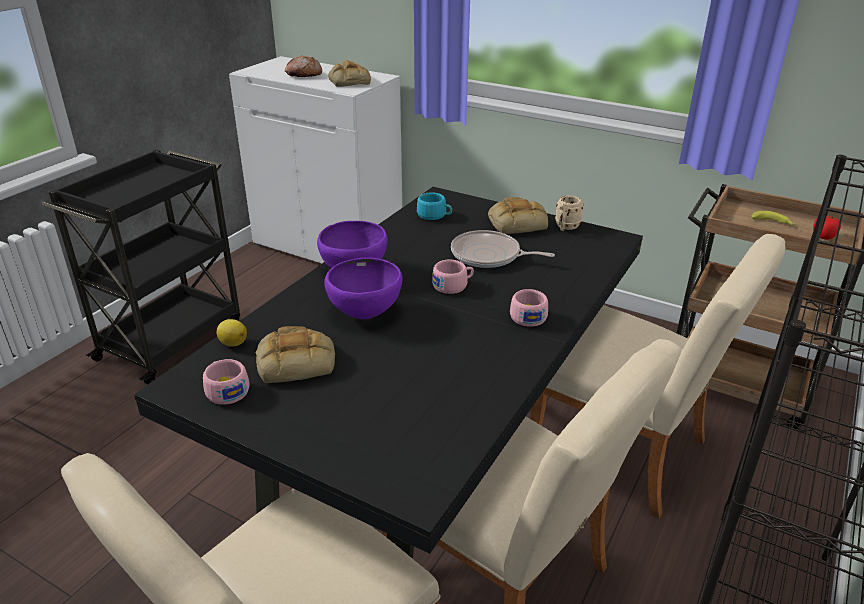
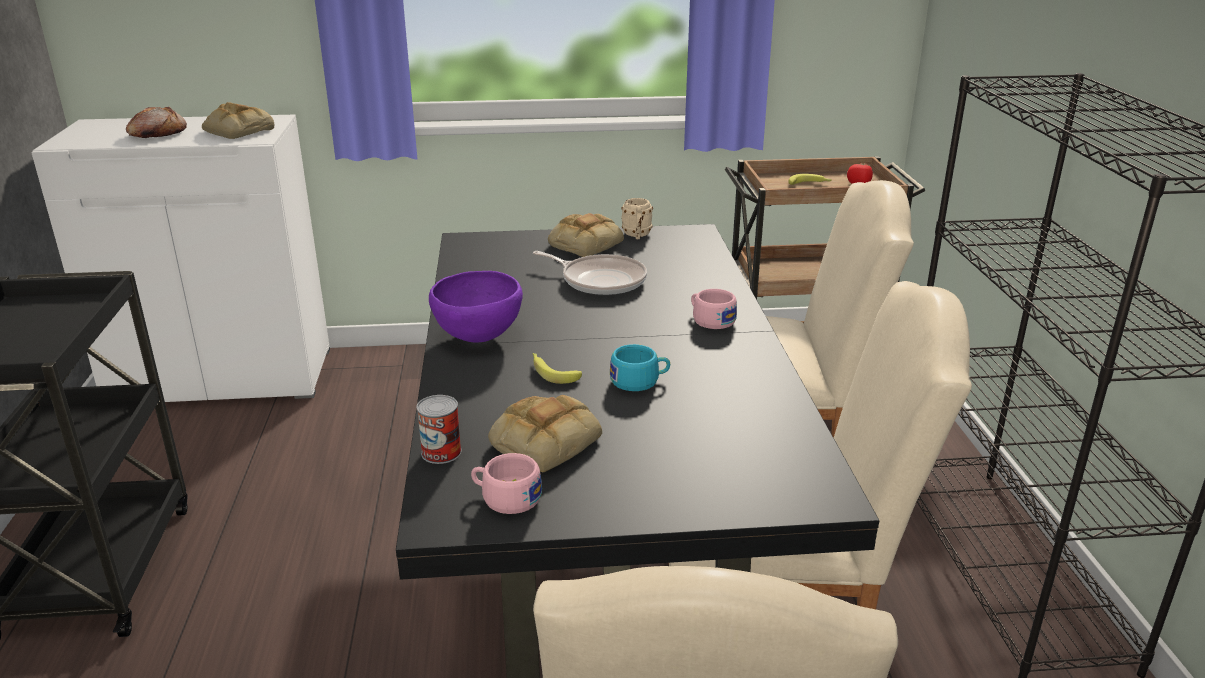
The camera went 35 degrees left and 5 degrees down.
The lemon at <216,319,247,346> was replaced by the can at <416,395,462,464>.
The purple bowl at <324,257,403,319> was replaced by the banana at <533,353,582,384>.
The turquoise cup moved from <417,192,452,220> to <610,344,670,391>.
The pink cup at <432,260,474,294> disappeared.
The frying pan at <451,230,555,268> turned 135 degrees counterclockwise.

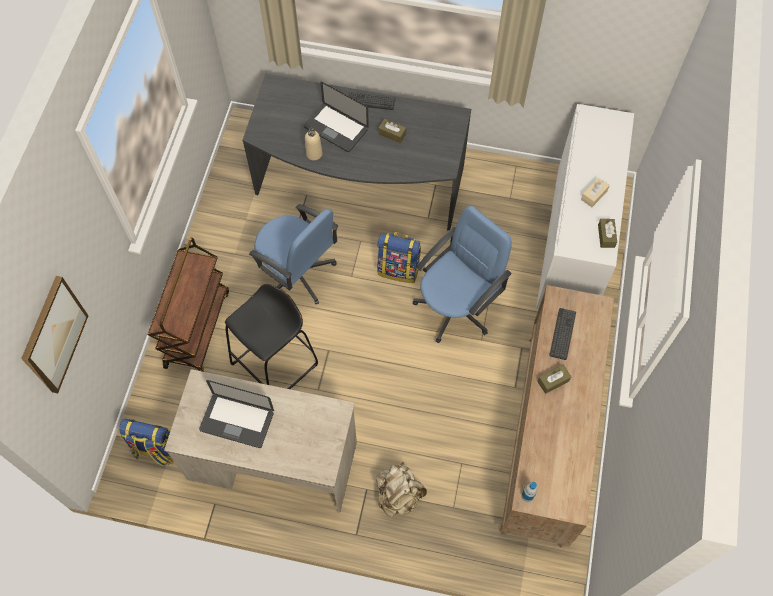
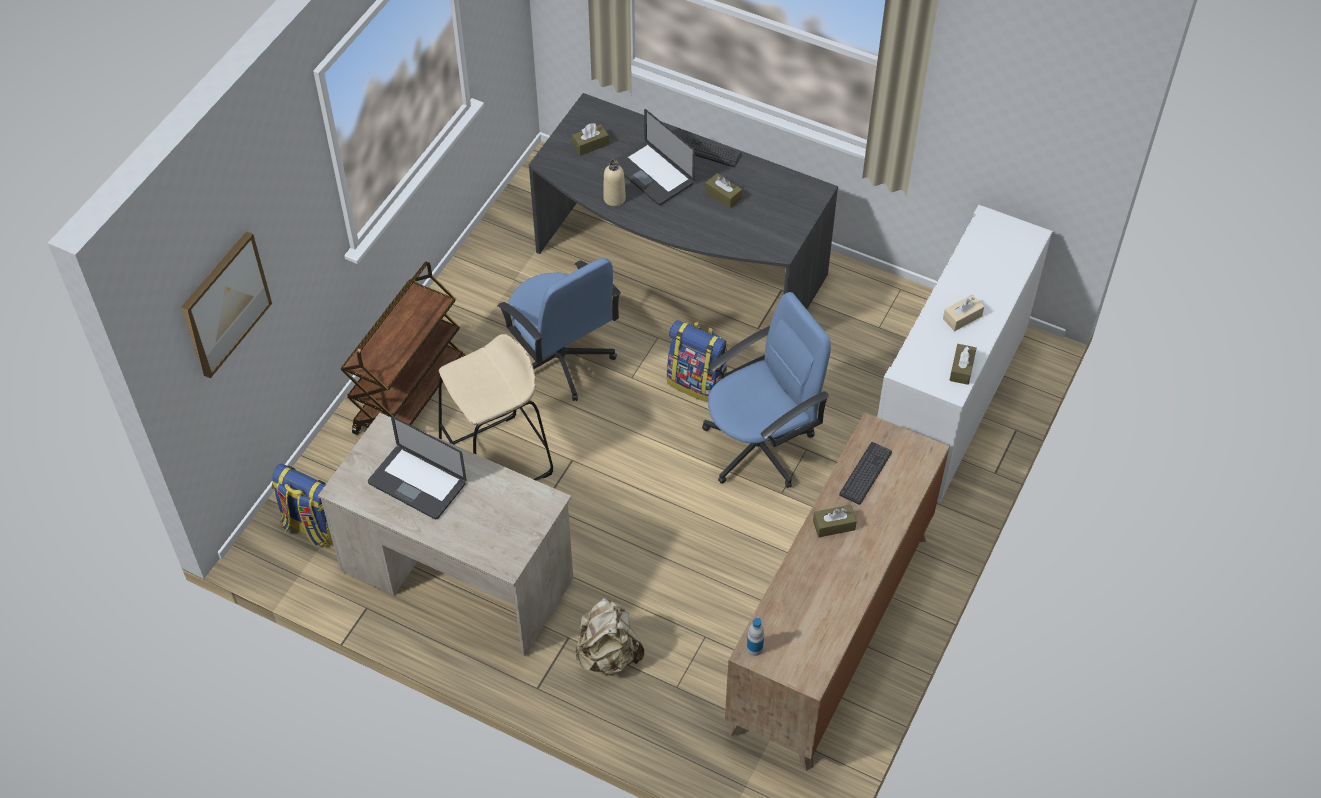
The camera went 15 degrees right and 10 degrees down.
The black stool at <225,284,318,389> became the beige stool at <439,334,553,481>.
The brown tissue box at <572,123,609,156> appeared.

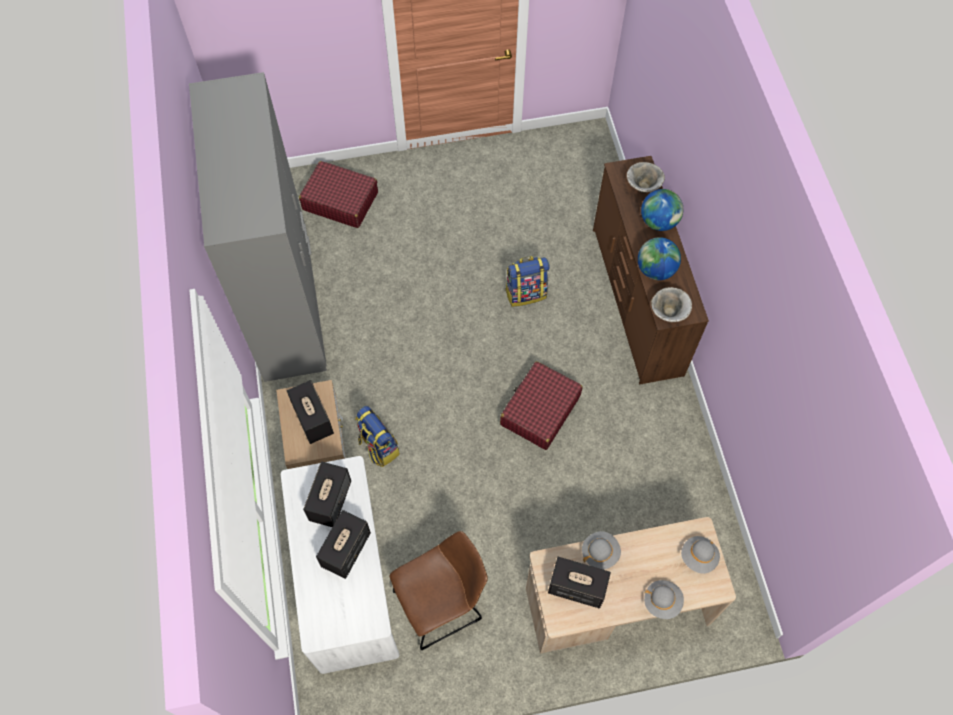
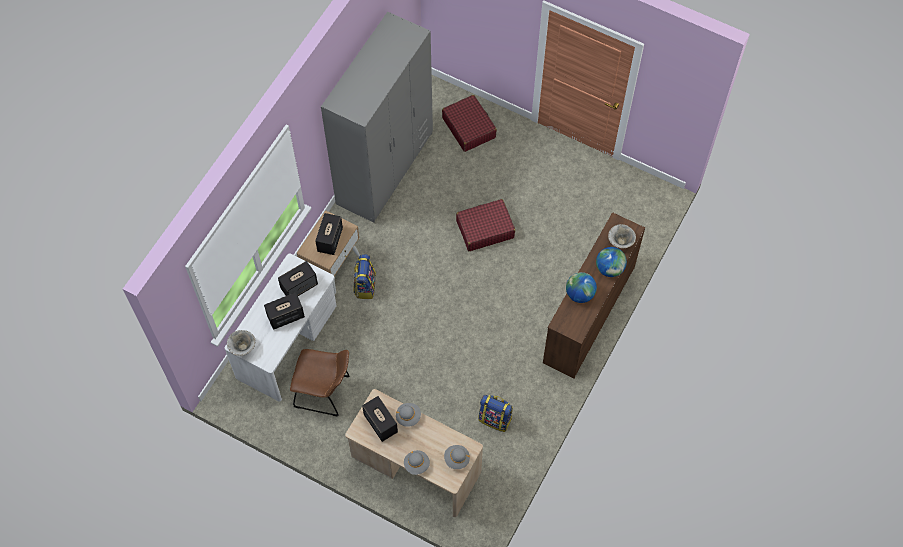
The camera went 40 degrees right and 0 degrees up.
The red suitcase moved from <500,361,583,450> to <456,199,515,251>.
The backpack moved from <505,256,550,307> to <479,395,513,432>.
The bowl moved from <651,287,692,322> to <227,330,255,356>.

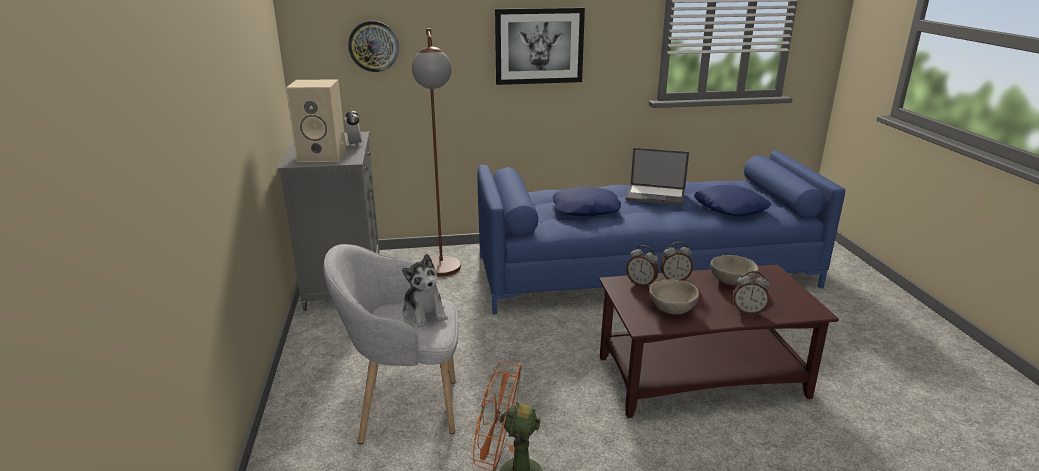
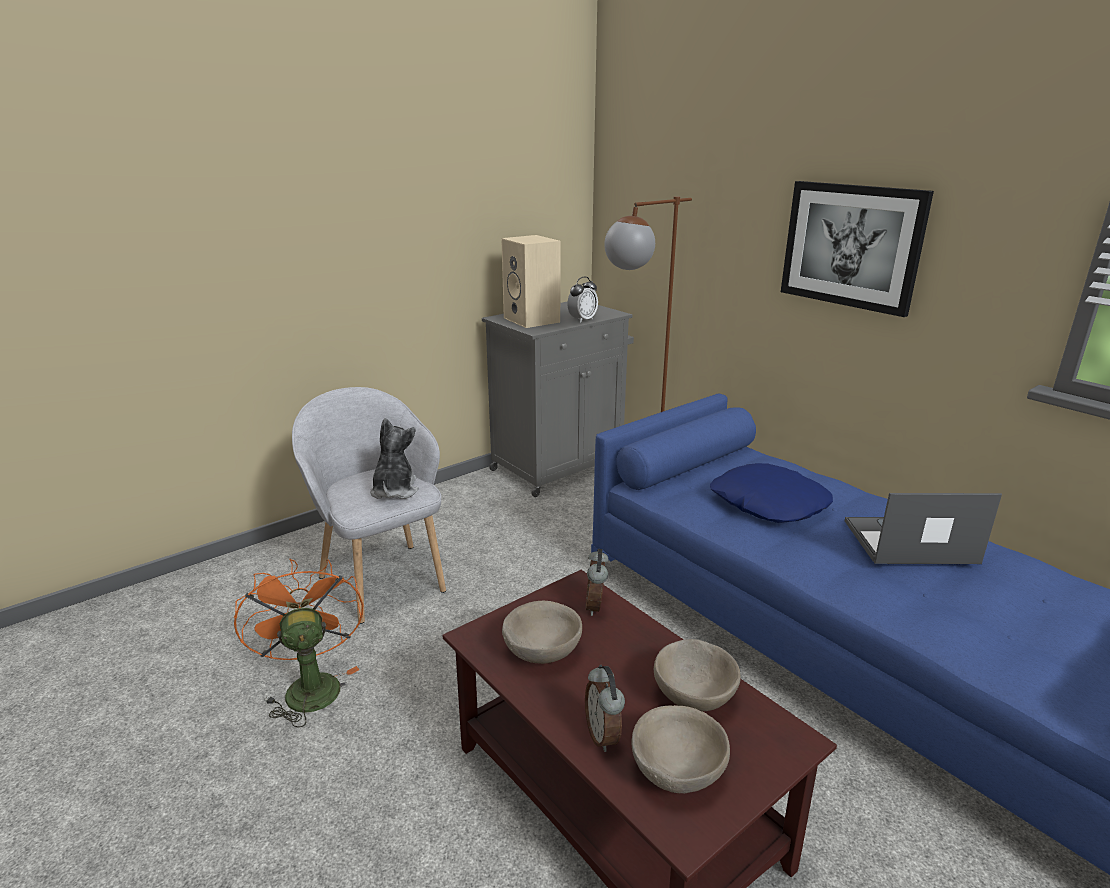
The camera went 60 degrees right and 0 degrees up.
The wall clock at <348,21,399,72> disappeared.
The plush toy at <402,254,448,328> turned 150 degrees clockwise.
The laptop at <626,148,689,206> turned 105 degrees clockwise.
The alarm clock at <660,242,693,281> disappeared.
The blue pillow at <694,185,771,216> disappeared.
The beige bowl at <632,705,730,794> appeared.

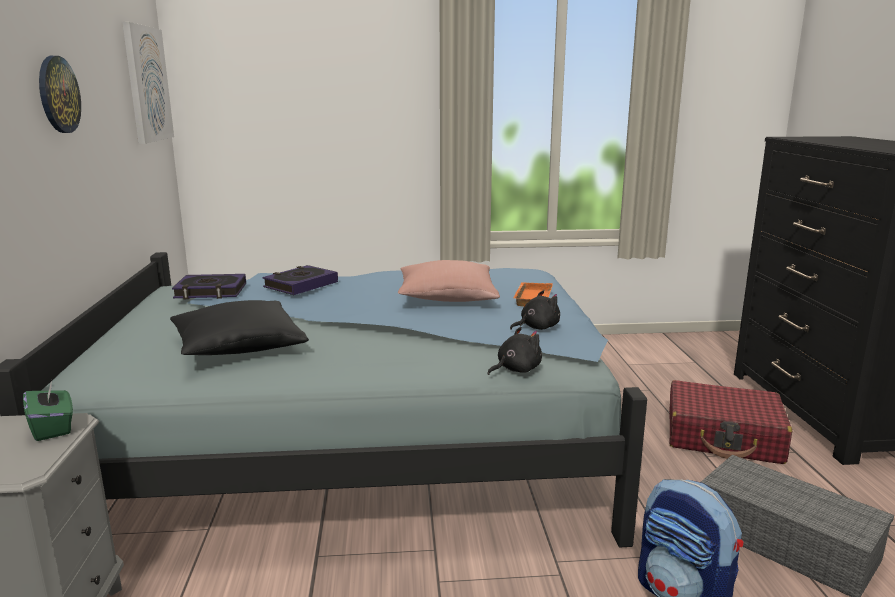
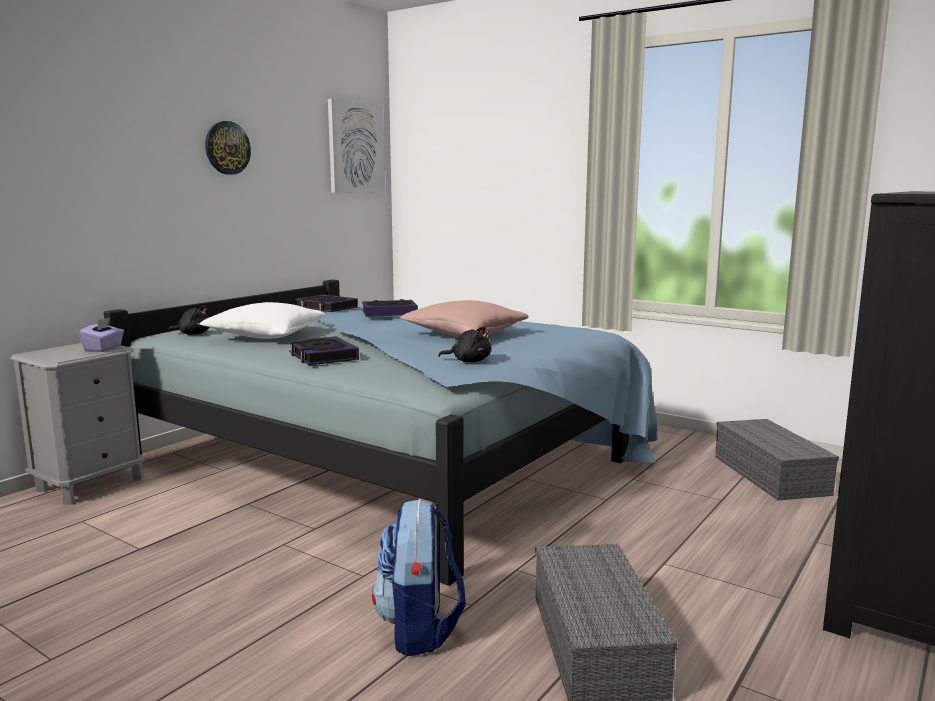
The camera went 40 degrees right and 5 degrees down.
The green tissue box at <23,381,73,441> became the purple tissue box at <78,317,124,352>.
The black pillow at <170,300,309,355> became the white pillow at <200,302,325,339>.
The black plush toy moved from <488,327,542,375> to <168,305,210,335>.
The orange tray at <514,282,553,307> disappeared.
The red suitcase at <669,380,792,464> disappeared.
The book at <289,336,359,365> appeared.
The grey storage box at <715,419,839,500> appeared.

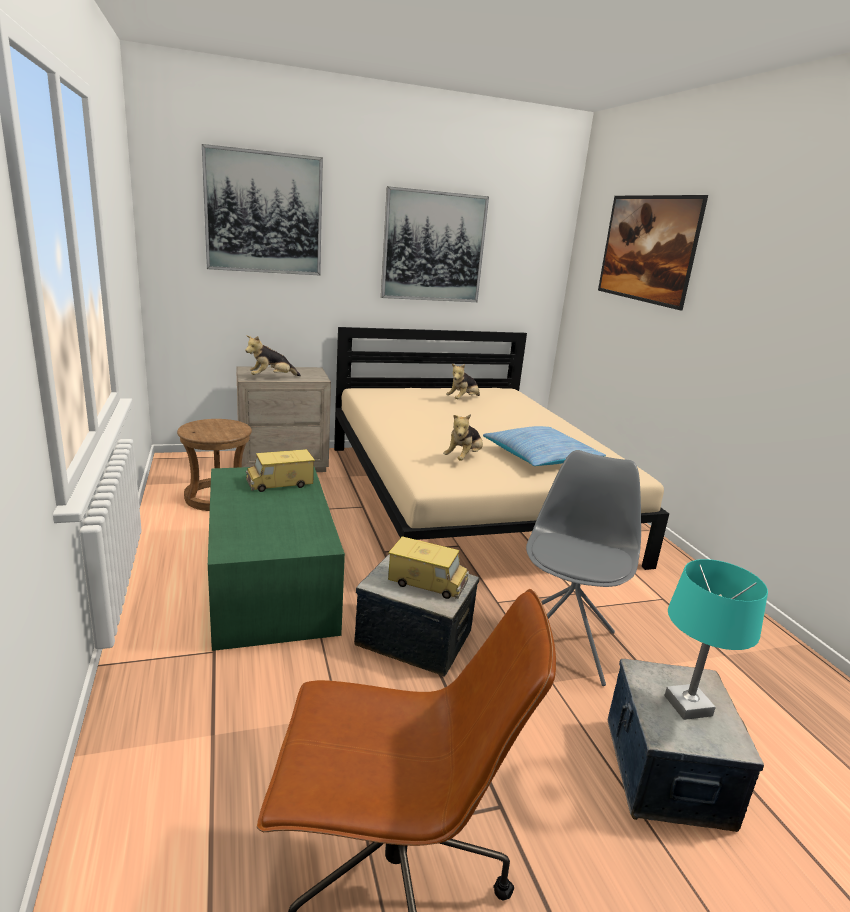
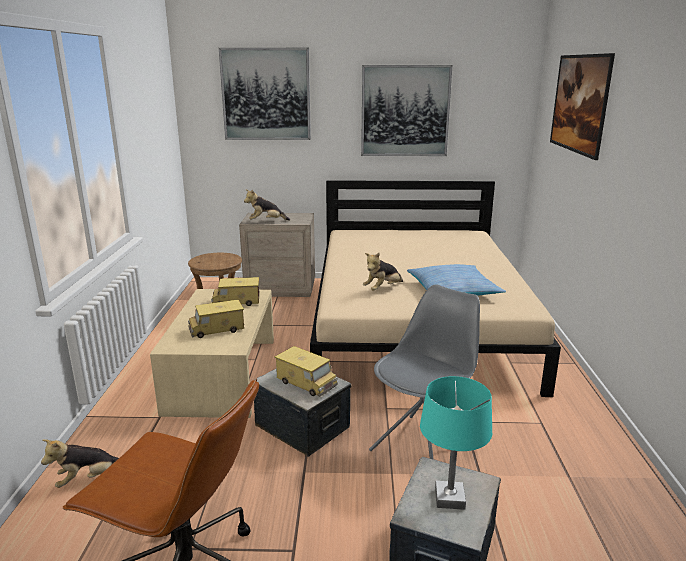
The camera went 20 degrees right and 0 degrees up.
The green coffee table at <208,467,345,651> became the beige coffee table at <150,289,274,418>.
The plush toy moved from <446,364,480,399> to <41,439,119,488>.
The toy truck at <188,299,244,338> appeared.

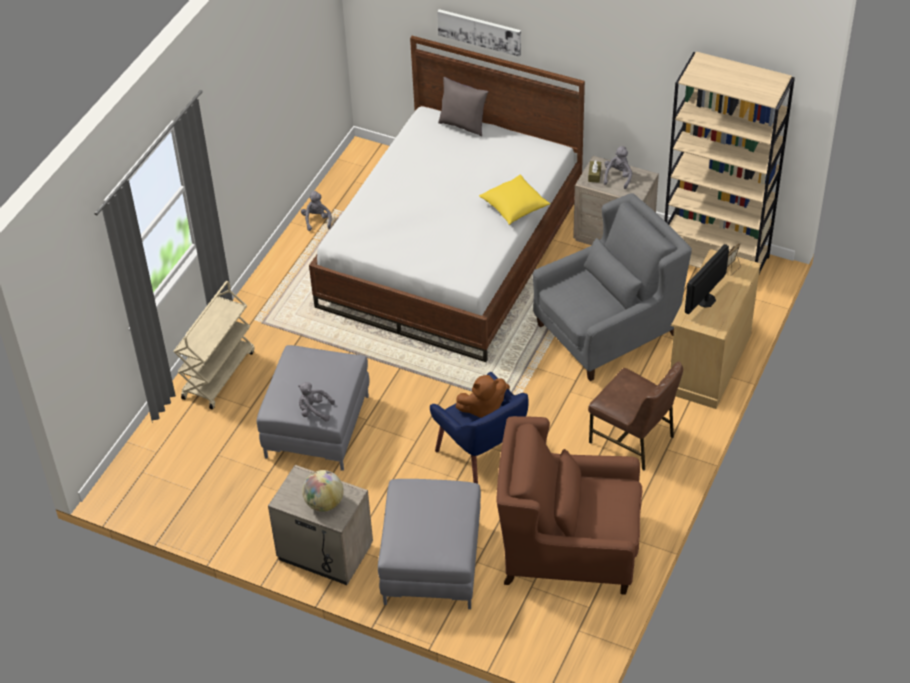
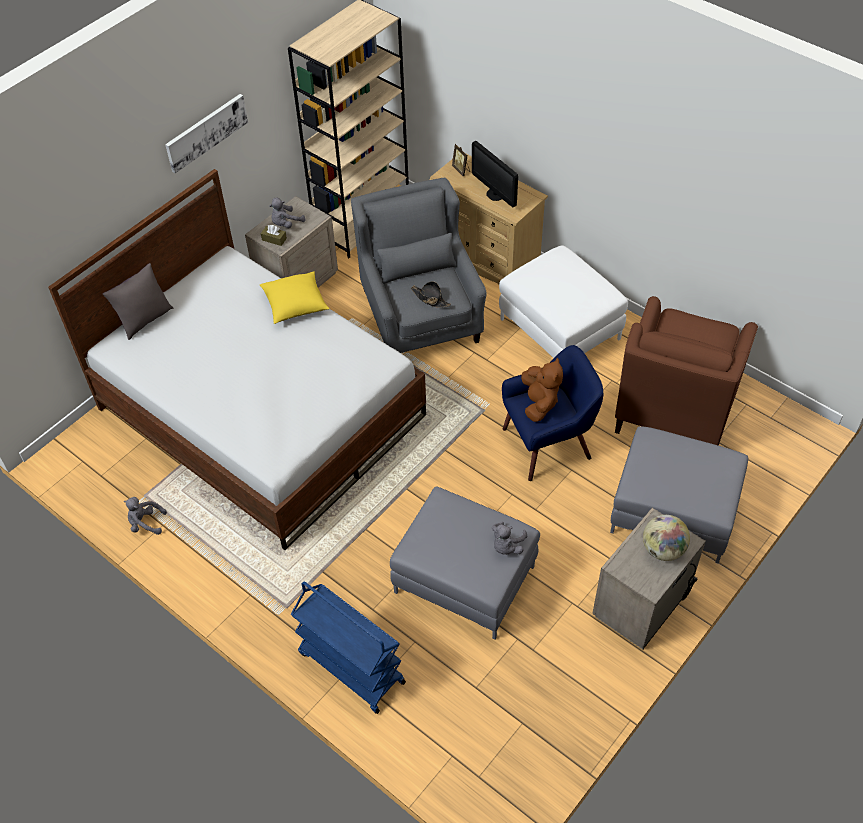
The camera went 75 degrees left and 5 degrees up.
The beige cart at <174,281,254,409> became the blue cart at <291,582,406,714>.
The picture moved from <437,9,521,57> to <165,94,248,173>.
The brown chair at <588,361,683,470> was replaced by the white ottoman at <499,245,628,358>.
The grey plush toy at <603,146,632,189> turned 75 degrees counterclockwise.
The black hat at <411,281,451,308> appeared.

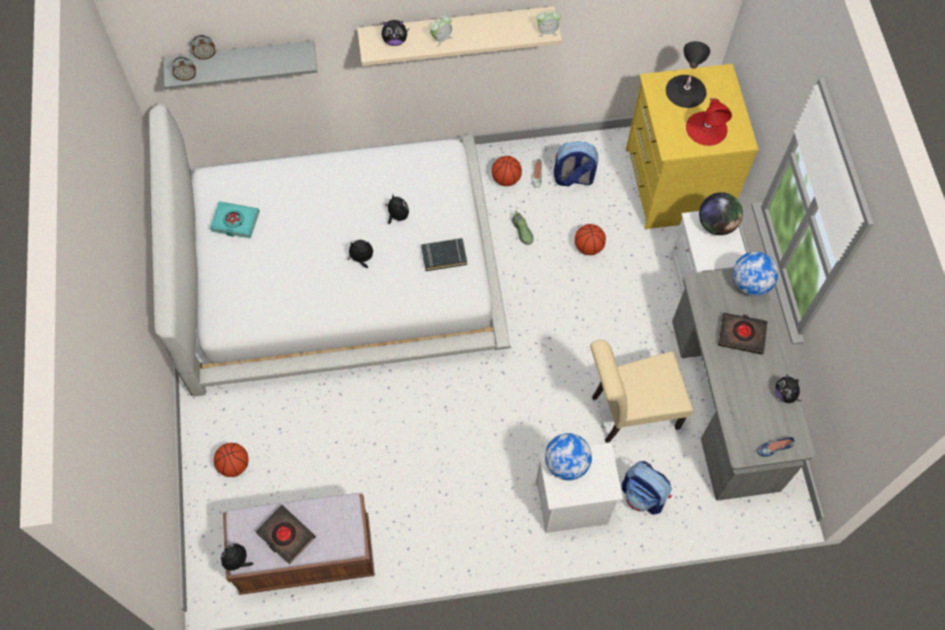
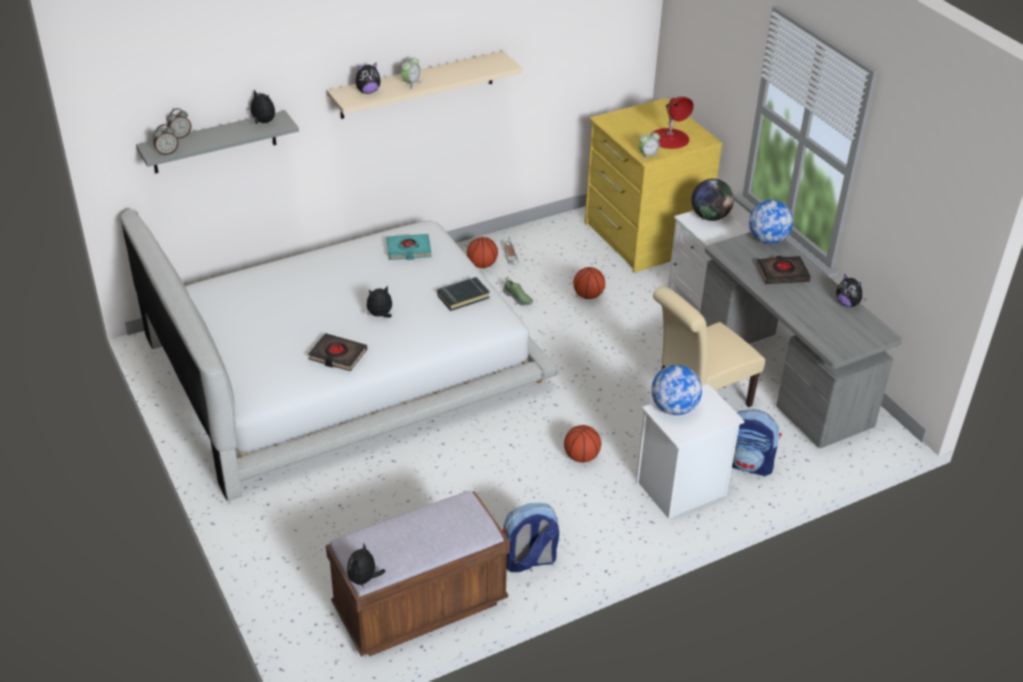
The camera went 20 degrees left and 25 degrees down.
The turquoise book moved from <210,201,260,239> to <386,234,432,260>.
The basketball moved from <214,443,248,477> to <564,425,601,463>.
The black book moved from <255,505,316,564> to <308,333,367,371>.
The plush toy moved from <385,195,409,224> to <247,89,275,124>.
The alarm clock moved from <537,10,561,37> to <639,131,660,160>.
The backpack moved from <554,141,598,187> to <503,503,559,572>.
The black table lamp at <666,41,710,108> disappeared.
The blue shoe at <757,437,795,457> disappeared.

